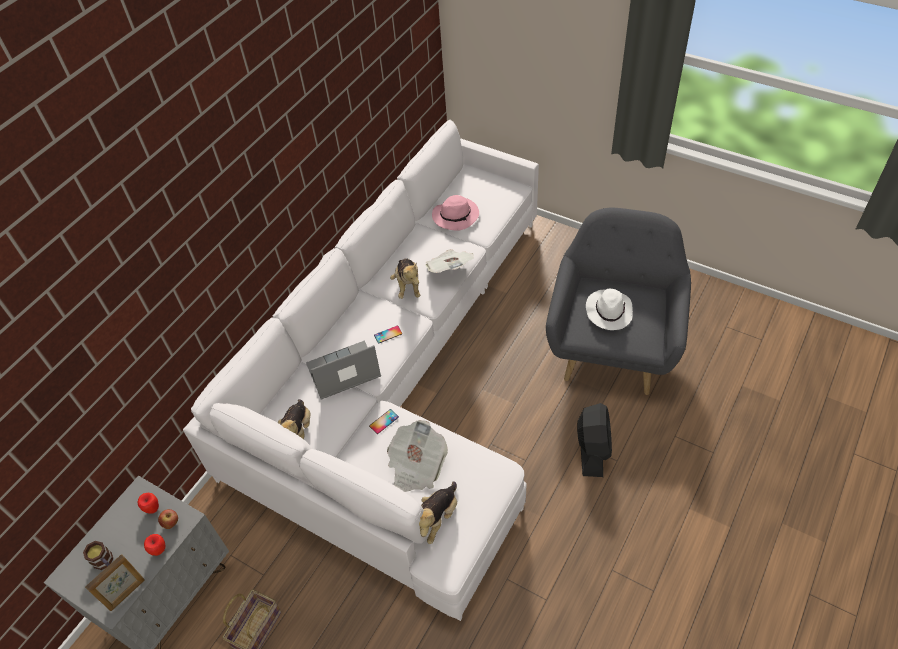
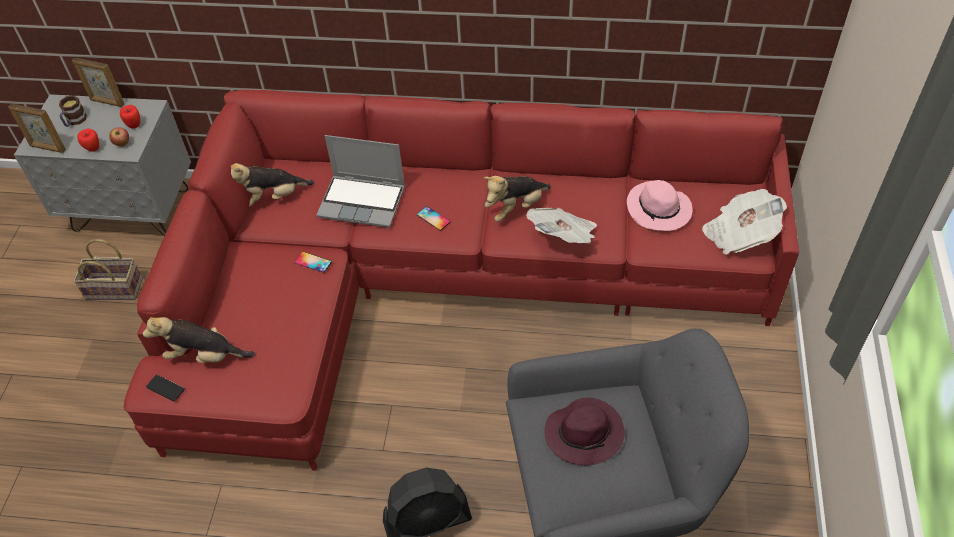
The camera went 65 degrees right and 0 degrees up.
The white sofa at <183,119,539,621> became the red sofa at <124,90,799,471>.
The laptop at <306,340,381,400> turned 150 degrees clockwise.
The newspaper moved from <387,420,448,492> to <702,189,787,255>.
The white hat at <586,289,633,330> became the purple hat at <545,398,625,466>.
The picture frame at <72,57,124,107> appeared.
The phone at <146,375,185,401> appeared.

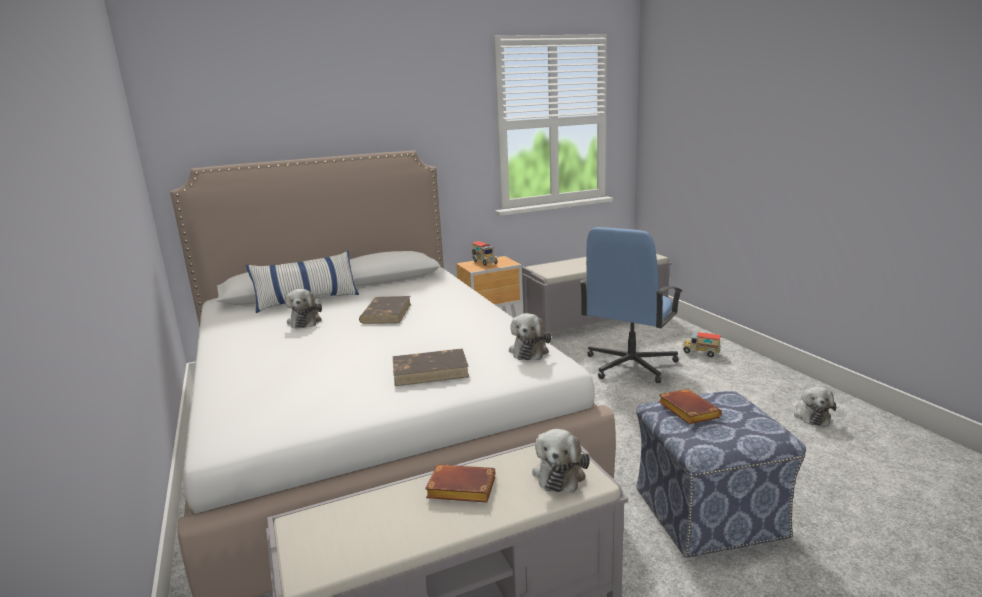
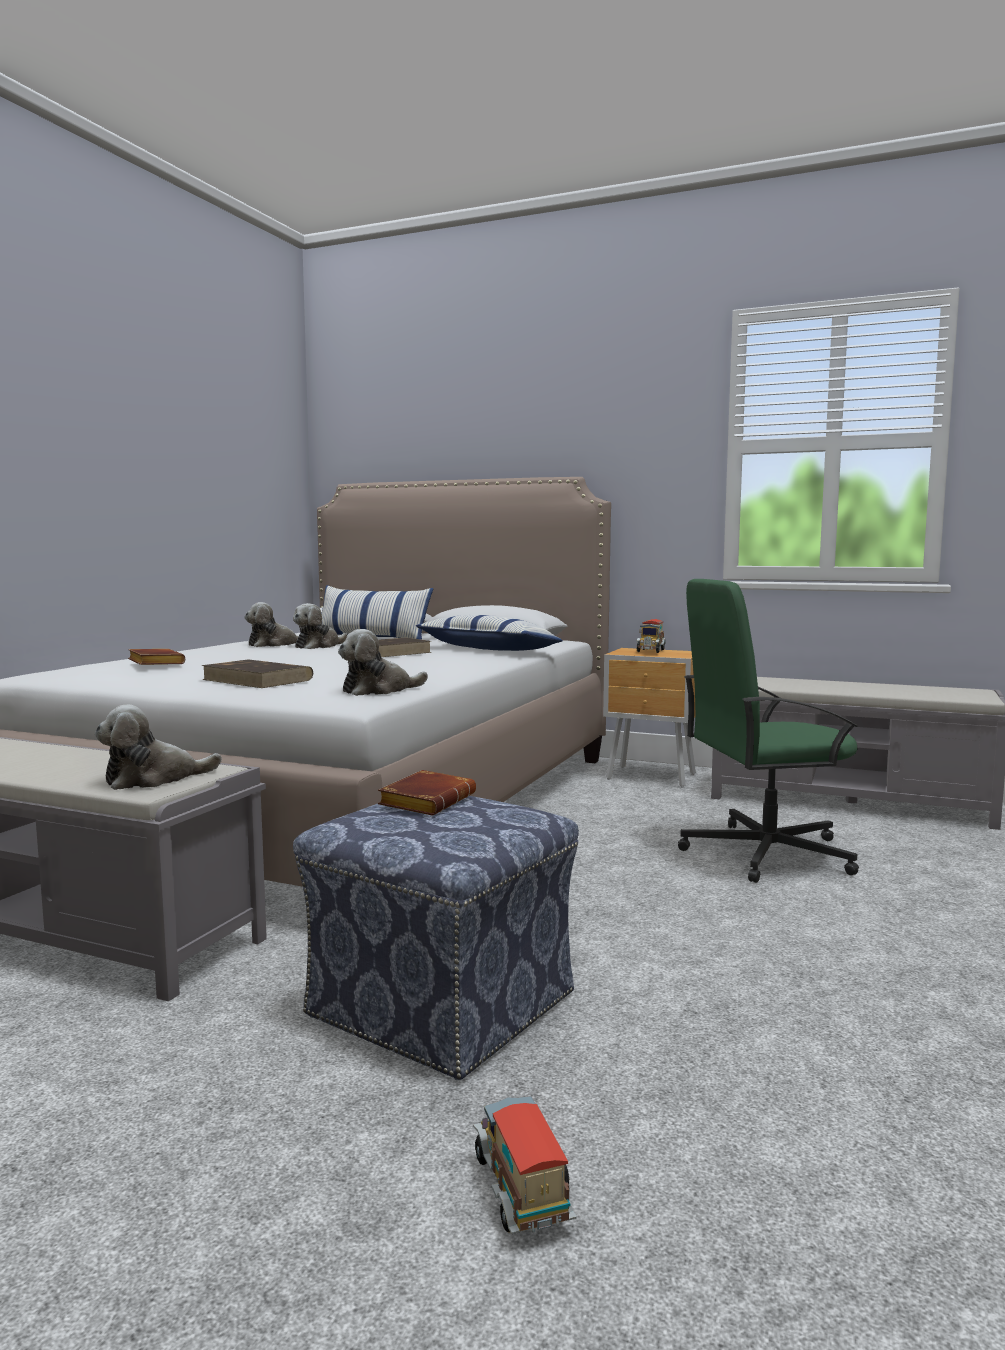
The camera went 45 degrees right and 10 degrees down.
The brown book moved from <425,464,495,503> to <128,649,185,665>.
The blue office chair at <579,227,682,383> became the green office chair at <678,579,859,883>.
The toy truck moved from <682,332,721,357> to <473,1096,577,1234>.
The plush toy moved from <794,387,836,425> to <244,602,299,647>.
The pillow at <416,615,563,651> appeared.

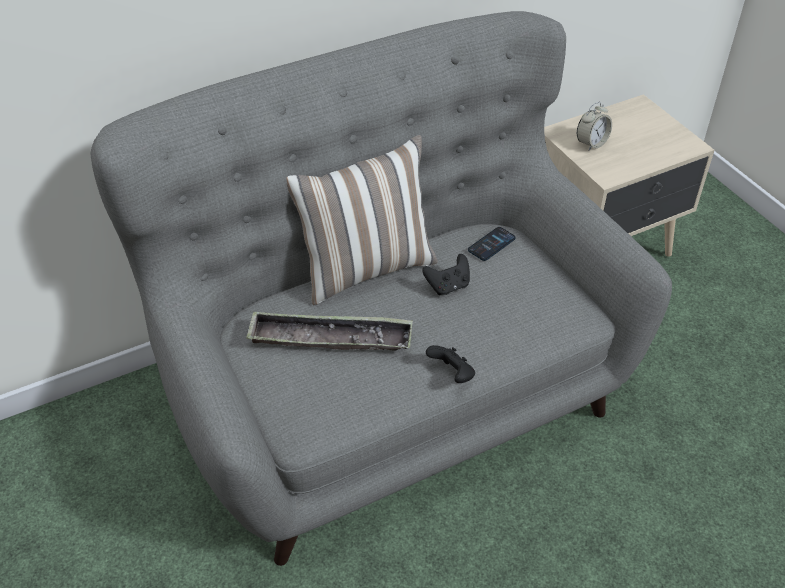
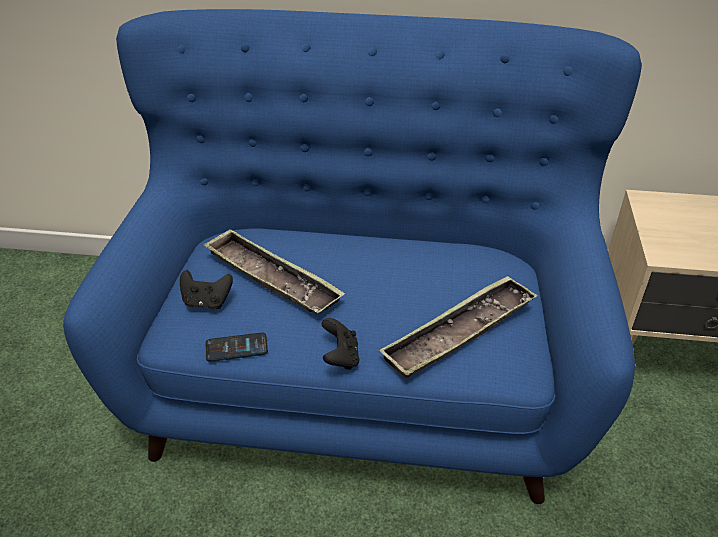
The camera went 35 degrees right and 5 degrees down.
The grey sofa at <90,11,672,566> became the blue sofa at <63,9,642,504>.
The pillow at <286,135,438,305> disappeared.
The black game controller moved from <422,254,470,295> to <180,270,233,309>.
The phone moved from <468,227,516,261> to <206,332,268,362>.
The alarm clock at <577,102,612,151> disappeared.
The tray at <379,275,538,378> appeared.

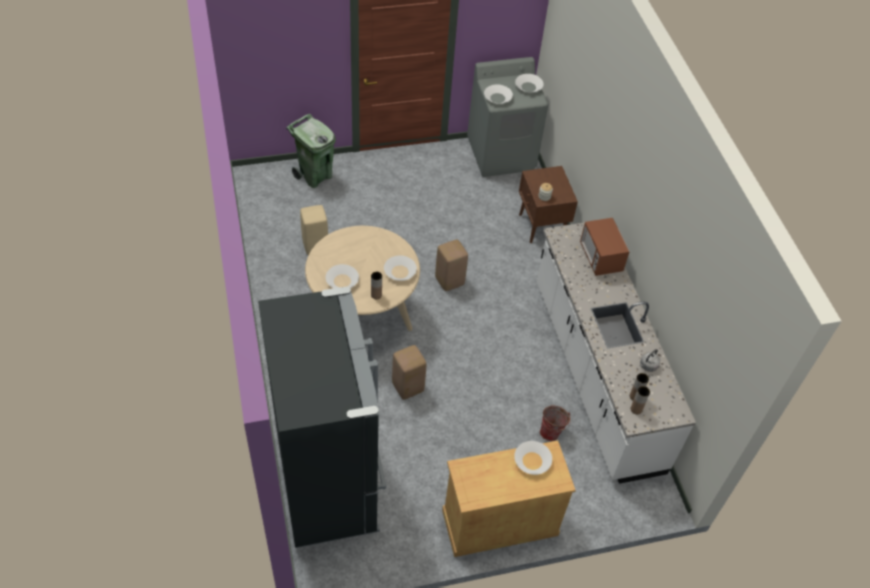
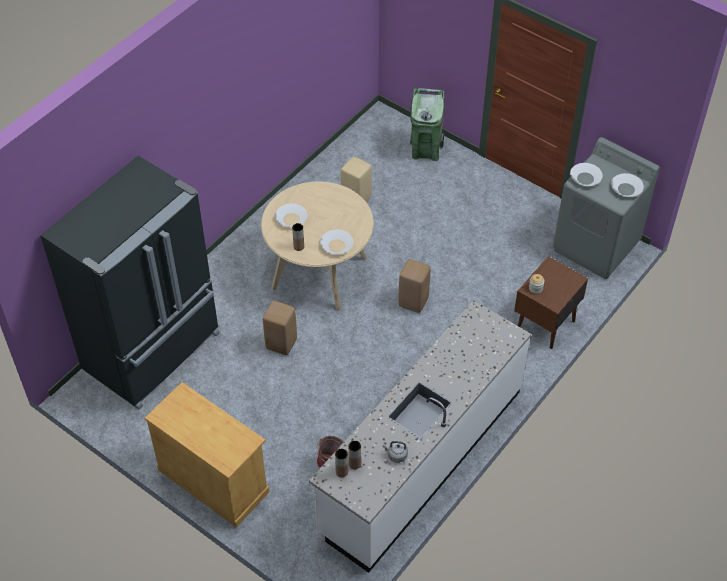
The camera went 55 degrees right and 0 degrees up.
The white bowl at <514,441,552,475> disappeared.
The microwave at <580,218,629,276> disappeared.

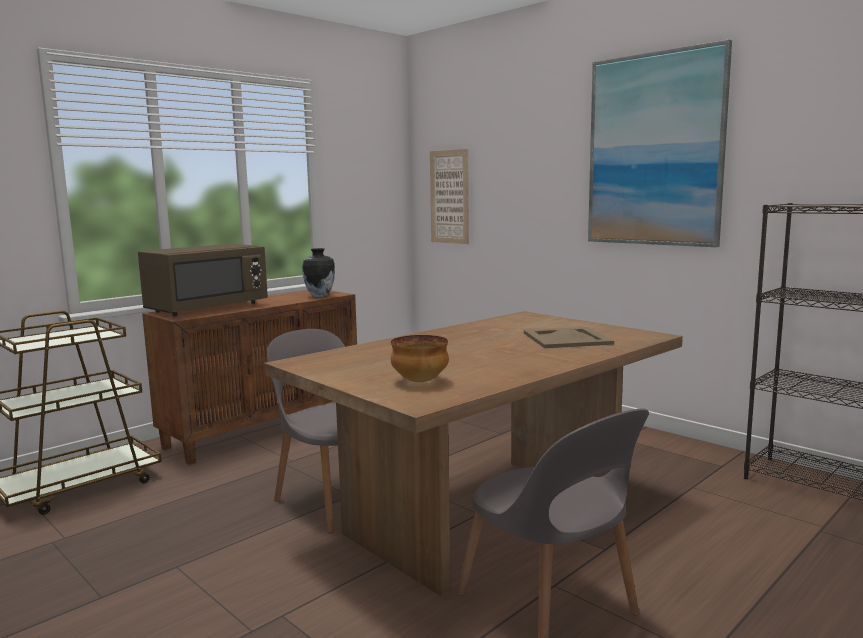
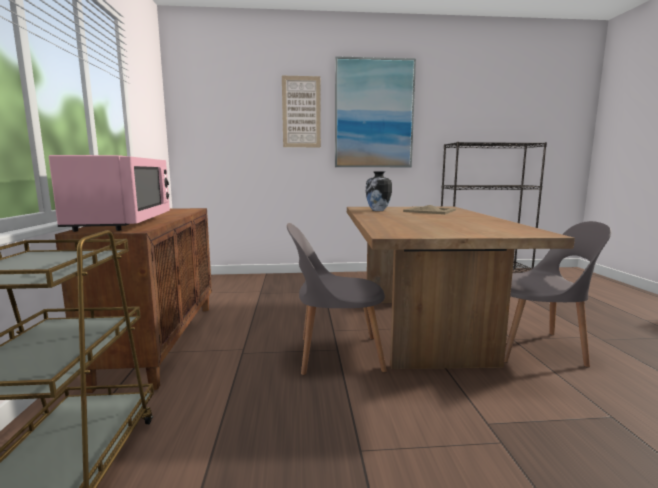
The camera went 50 degrees left and 0 degrees up.
The brown microwave at <138,244,268,316> became the pink microwave at <49,155,170,232>.
The vase moved from <302,248,335,297> to <366,172,392,211>.
The bowl at <391,335,449,382> disappeared.
The picture moved from <430,149,469,244> to <282,76,321,147>.

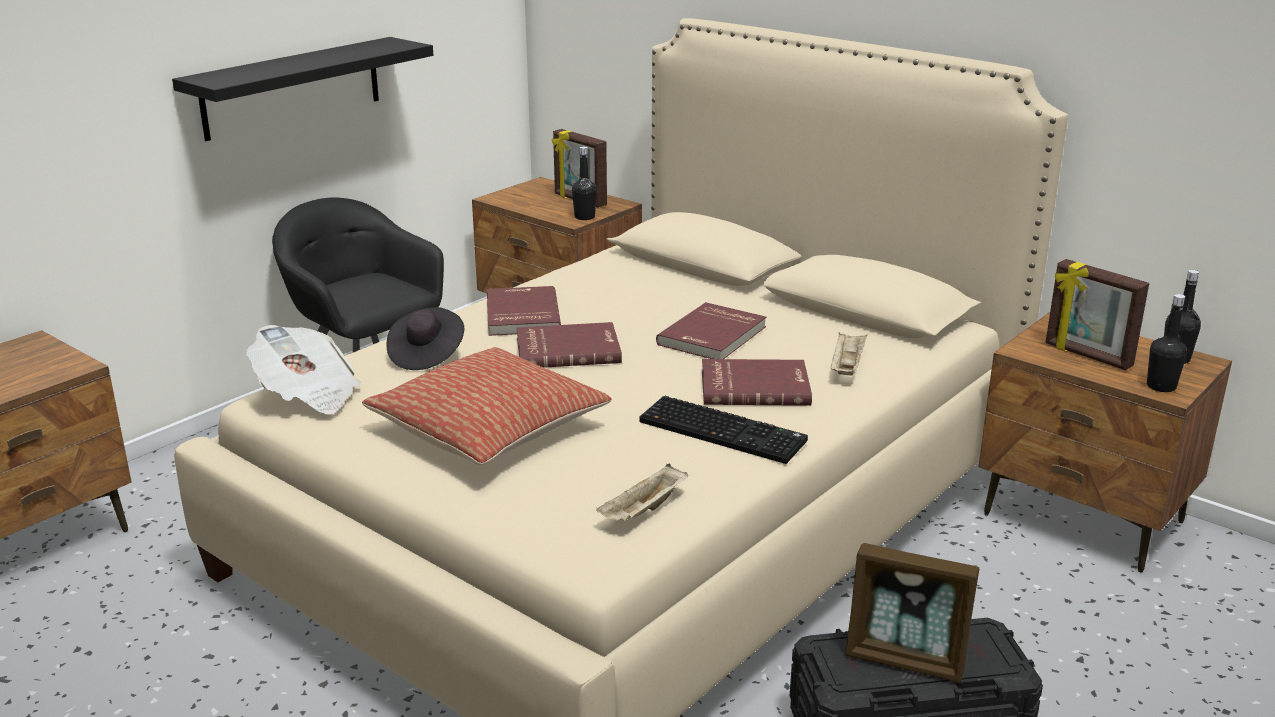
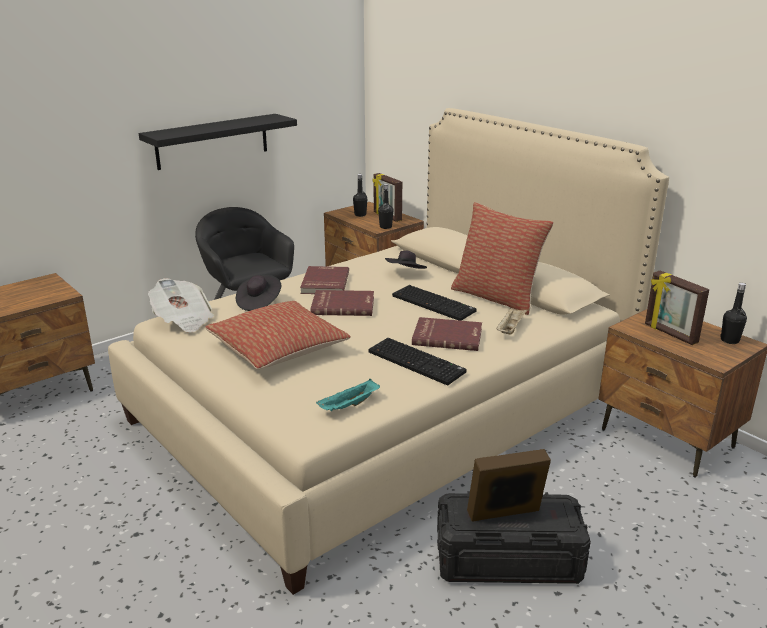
The camera went 10 degrees right and 0 degrees up.
The beige tray at <596,464,688,522> became the turquoise tray at <316,379,380,411>.
The red book at <656,302,766,359> was replaced by the keyboard at <392,285,477,321>.
The picture frame at <845,543,979,683> turned 135 degrees clockwise.
The black bottle moved from <1147,294,1187,392> to <353,174,367,217>.
The black hat at <385,251,427,269> appeared.
The pillow at <451,202,554,315> appeared.

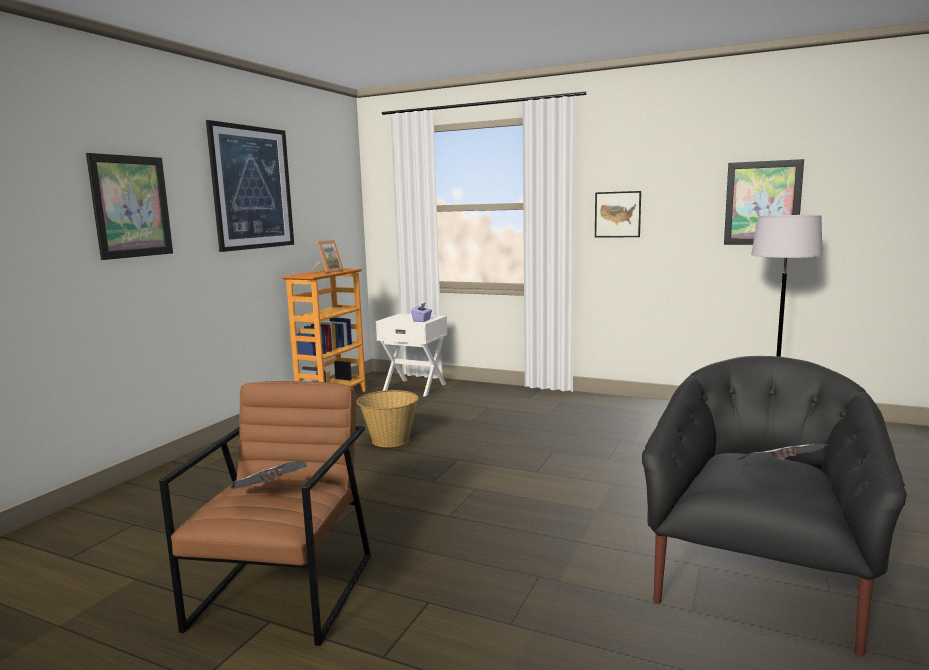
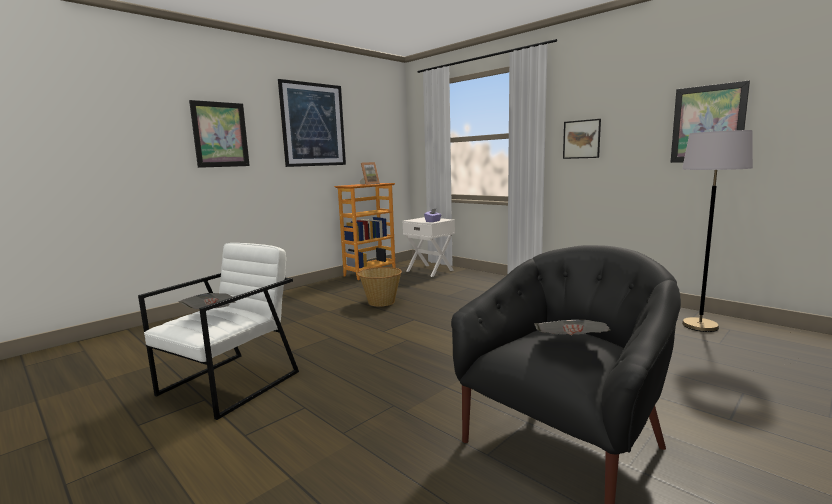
The camera went 20 degrees right and 0 degrees up.
The brown armchair at <159,381,371,646> became the white armchair at <138,243,299,420>.

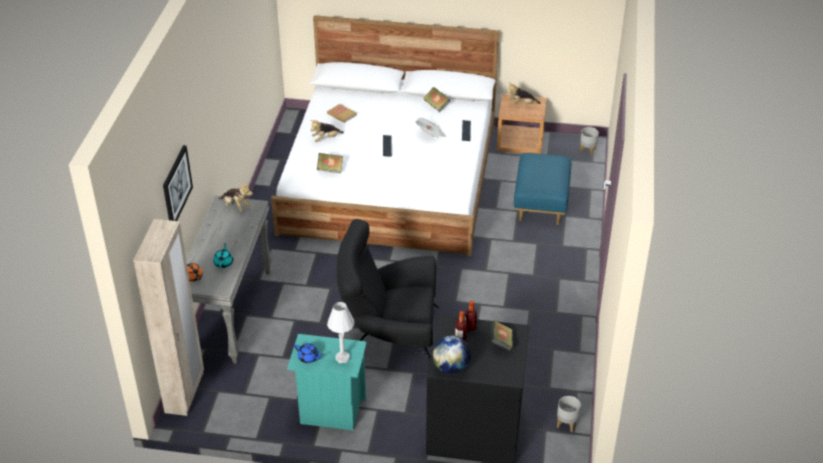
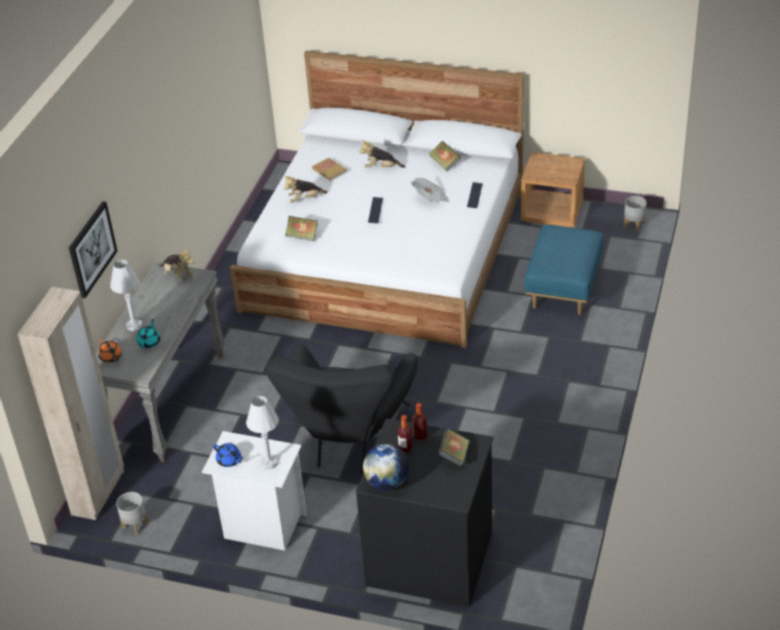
The camera went 10 degrees right and 0 degrees up.
The turquoise nightstand at <287,334,367,430> became the white nightstand at <202,431,307,551>.
The black armchair at <337,219,439,360> turned 90 degrees counterclockwise.
The plush toy moved from <507,82,541,105> to <359,140,405,168>.
The grey planter moved from <557,396,581,432> to <116,492,148,535>.
The white table lamp at <110,259,142,331> appeared.

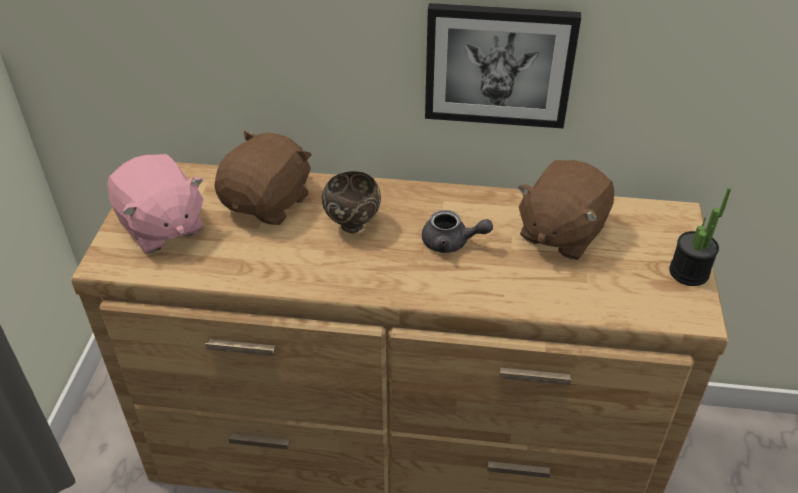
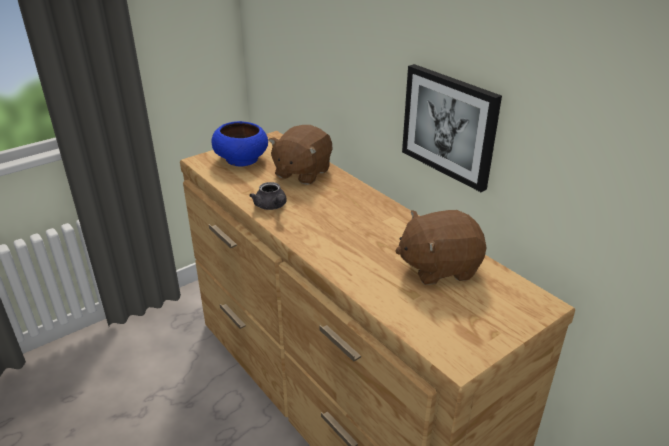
The camera went 45 degrees right and 10 degrees down.
The pink plush toy at <107,154,204,253> was replaced by the blue bowl at <211,121,268,167>.
The brown plush toy at <214,131,312,225> turned 135 degrees clockwise.
The brown bowl at <322,171,381,233> disappeared.
The grey teapot moved from <422,210,493,253> to <249,182,287,210>.
The potted plant at <669,187,731,286> disappeared.

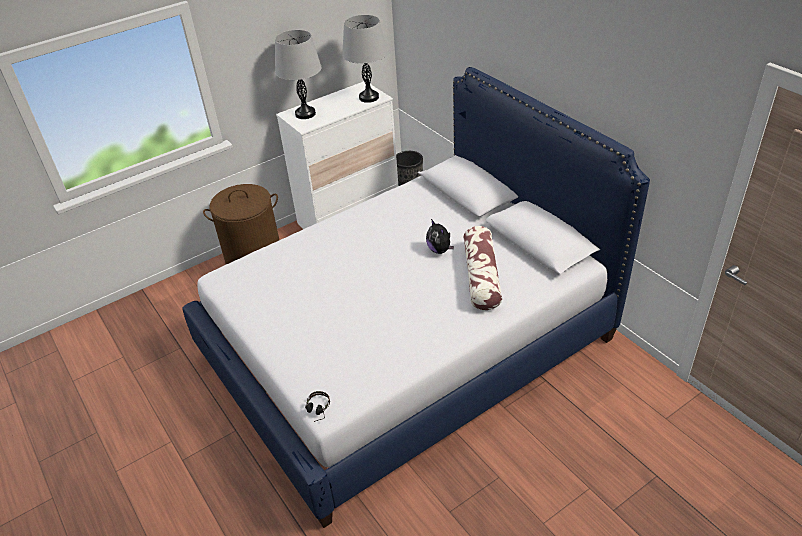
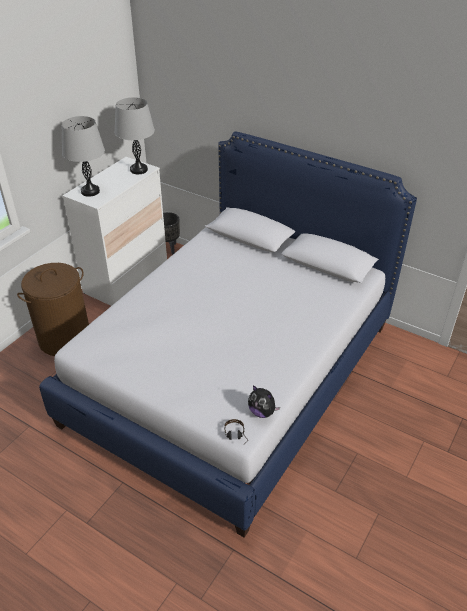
The camera went 25 degrees left and 0 degrees up.
The plush toy moved from <426,219,454,254> to <248,385,280,418>.
The pillow at <463,226,502,310> disappeared.

